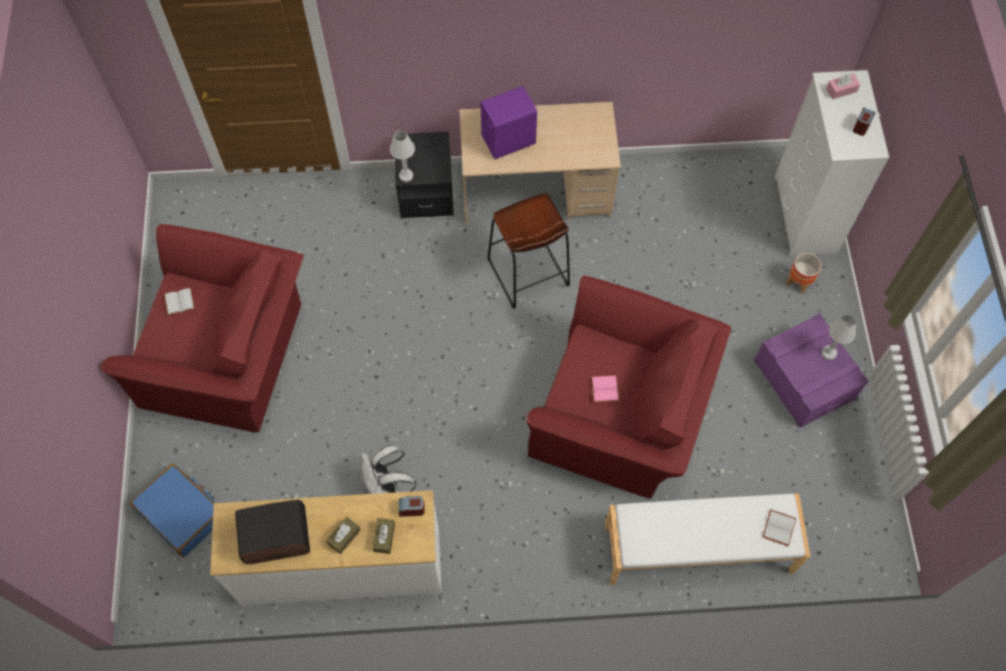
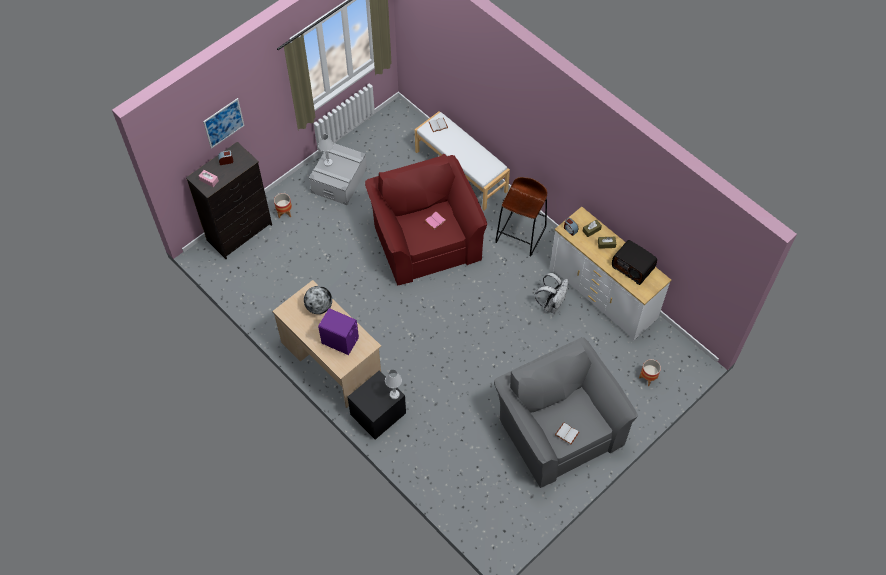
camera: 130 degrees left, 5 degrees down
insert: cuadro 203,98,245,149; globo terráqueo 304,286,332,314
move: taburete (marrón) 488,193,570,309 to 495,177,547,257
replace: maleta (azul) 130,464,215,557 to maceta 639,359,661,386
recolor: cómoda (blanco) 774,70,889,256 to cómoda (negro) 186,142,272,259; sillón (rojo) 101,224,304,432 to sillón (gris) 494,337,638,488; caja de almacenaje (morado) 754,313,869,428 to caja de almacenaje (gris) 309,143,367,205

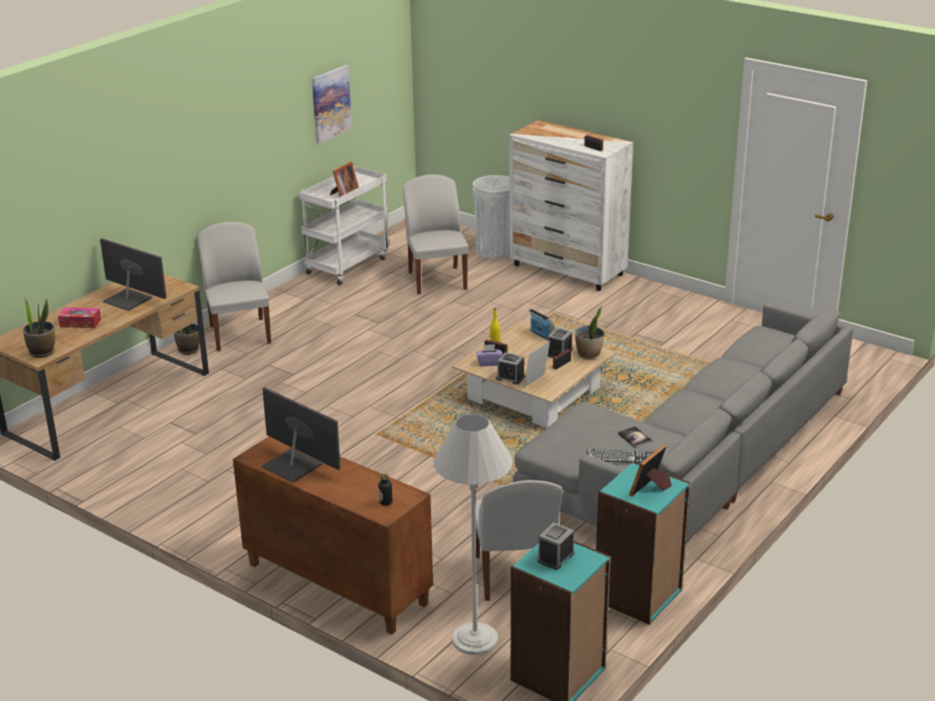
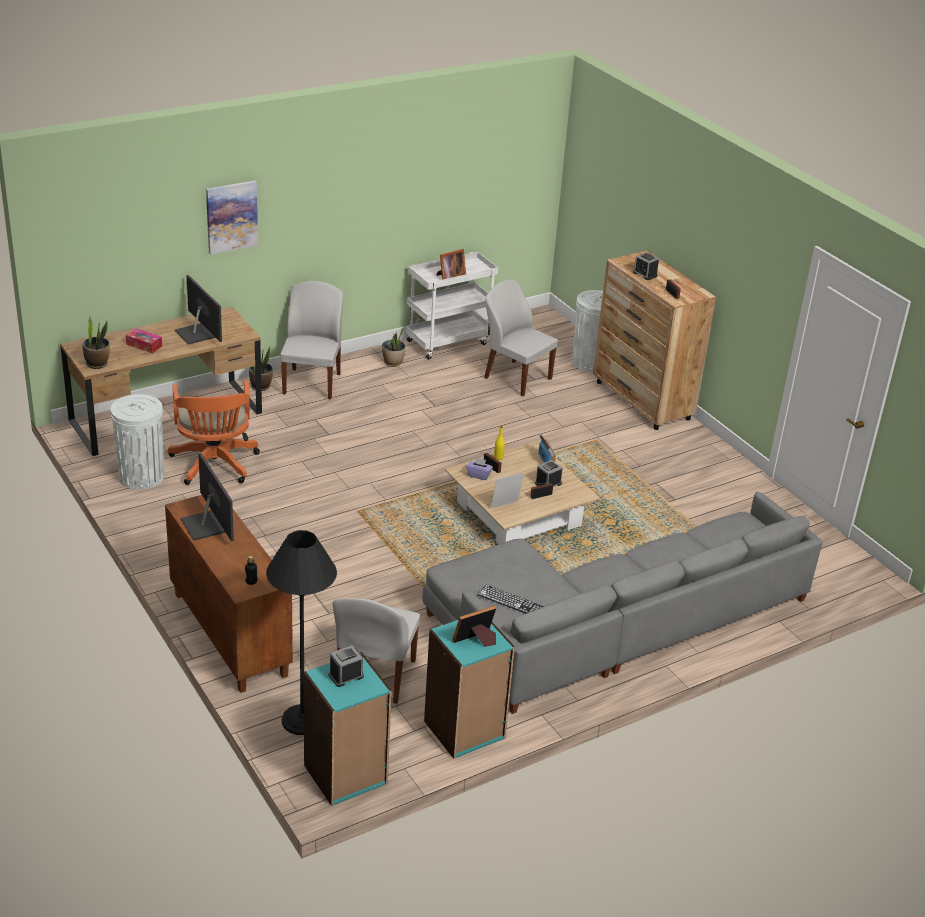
camera: 20 degrees right, 5 degrees up
delete: libro 618,426,653,448
insert: silla de oficina (naranja) 168,380,260,485; papelera (blanco) 110,394,164,490
move: cuadro 312,65,352,144 to 206,180,258,255; planta en maceta 575,306,604,360 to 382,326,405,367; despertador 496,353,525,385 to 633,252,659,280
recolor: cómoda (blanco) 509,120,633,291 to cómoda (marrón) 593,251,716,430; lámpara de pie (blanco) 434,413,512,655 to lámpara de pie (negro) 266,530,337,735
rotate: silla (blanco) 403,174,468,294 = 484,279,558,396 60 degrees counterclockwise

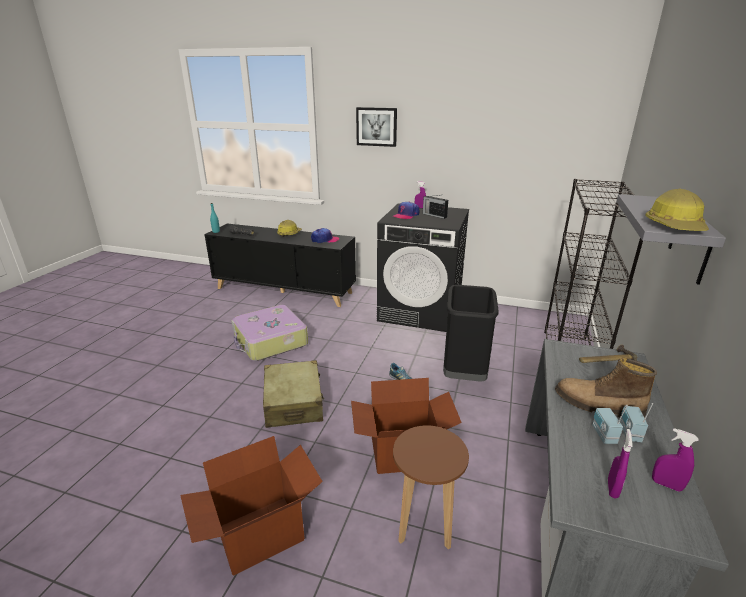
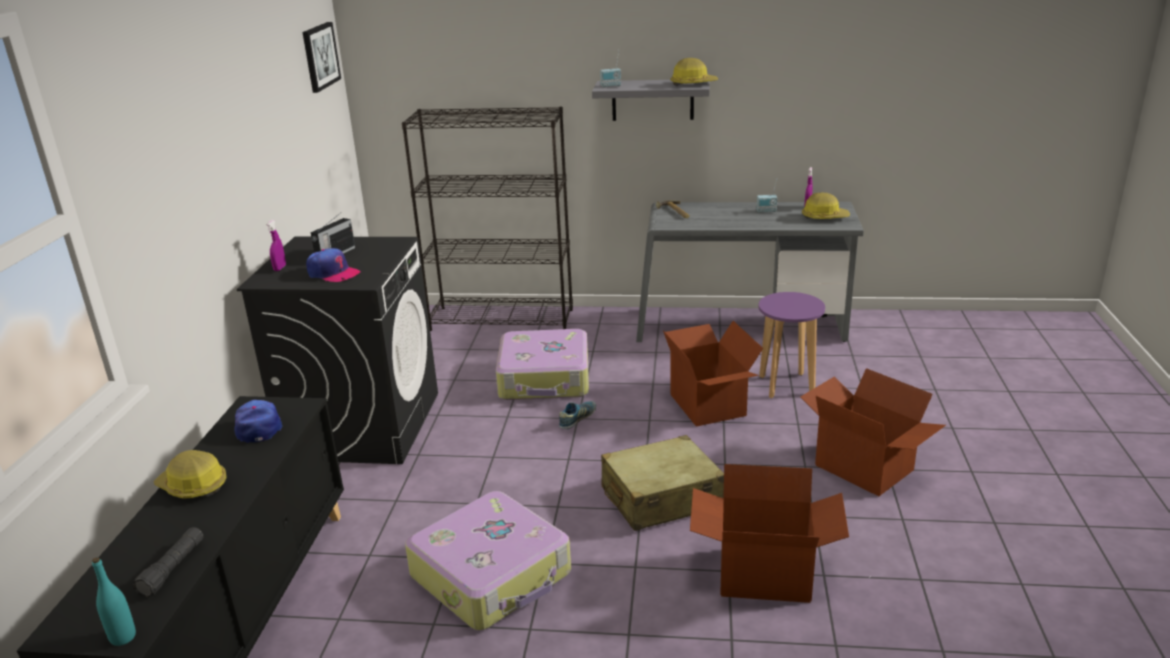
camera: 100 degrees left, 0 degrees up
delete: bota 555,358,657,417
insert: caja de cartón 690,464,849,603
move: cuadro 356,107,397,147 to 302,22,341,93; radio 592,405,628,444 to 600,50,621,87
replace: papelera (negro) 443,285,499,382 to maleta 496,329,589,400; pulverizador (morado) 608,429,632,499 to casco 802,193,850,219
recolor: taburete (marrón) 393,425,469,550 to taburete (morado) 758,292,825,398

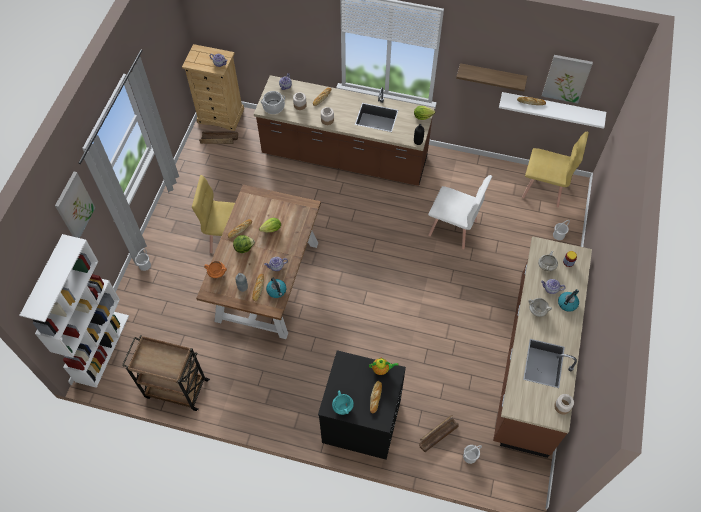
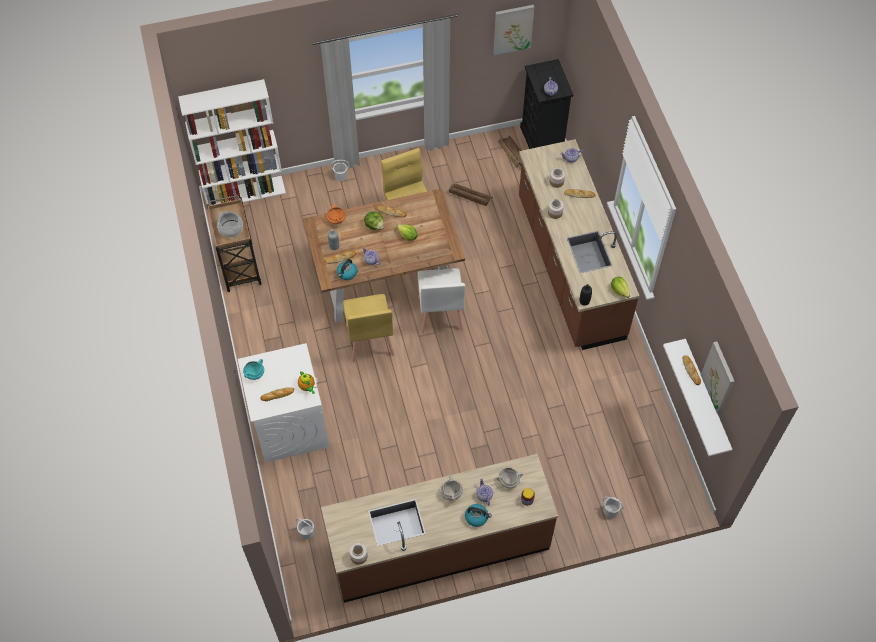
camera: 60 degrees right, 0 degrees up
delete: estante 456,63,527,91
move: olla 261,91,285,114 to 217,211,243,237; silla (amarillo) 522,132,589,208 to 343,294,395,362; cuadro 55,172,95,238 to 493,5,534,55; silla (blanco) 428,175,492,249 to 417,268,465,333; caja de embalaje 419,415,458,452 to 449,184,493,206
recolor: cómoda (beis) 182,44,244,131 to cómoda (negro) 520,59,574,149; lavadora (negro) 318,350,406,460 to lavadora (blanco) 238,343,329,463

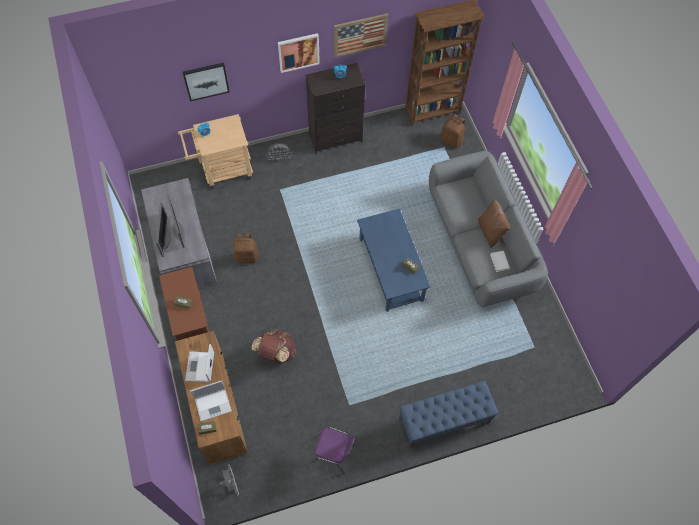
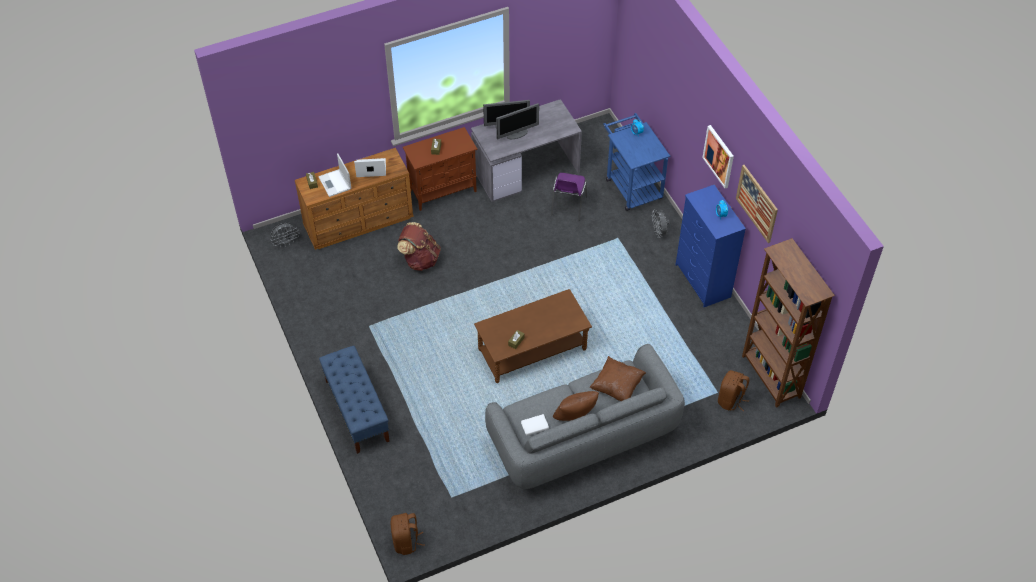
camera: 85 degrees right, 10 degrees down
delete: cuadro 182,62,230,102
insert: cojín (marrón) 590,356,646,401
move: mochila (marrón) 233,233,259,263 to 391,513,425,555; silla (morado) 311,427,355,474 to 551,173,587,221
recolor: cómoda (negro) 305,63,366,153 to cómoda (azul) 676,185,746,307; carrito (beis) 178,114,253,189 to carrito (azul) 604,113,670,211; mesa de centro (azul) 357,209,431,312 to mesa de centro (marrón) 474,289,592,383

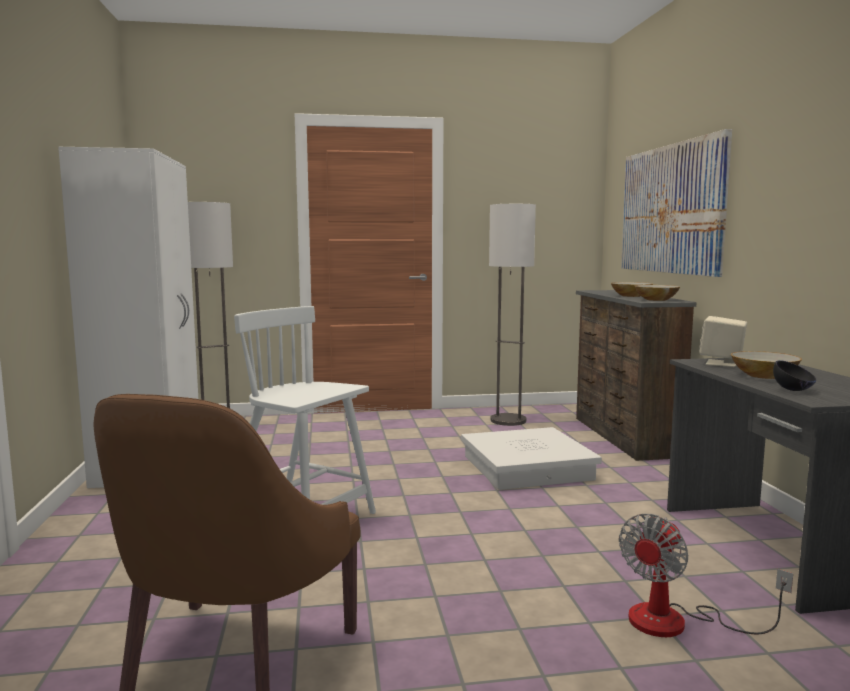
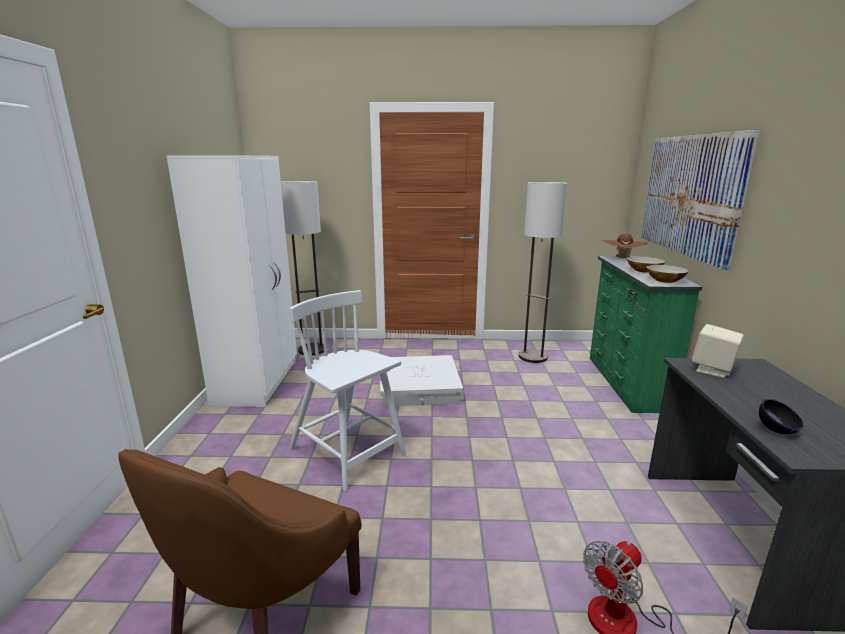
camera: 10 degrees right, 10 degrees up
delete: cuenco 731,351,802,379
insert: sombrero (marrón) 602,233,648,260
move: caja de almacenaje (blanco) 461,427,602,490 to 380,355,463,406
recolor: cómoda (marrón) 576,290,697,461 to cómoda (verde) 590,256,702,413

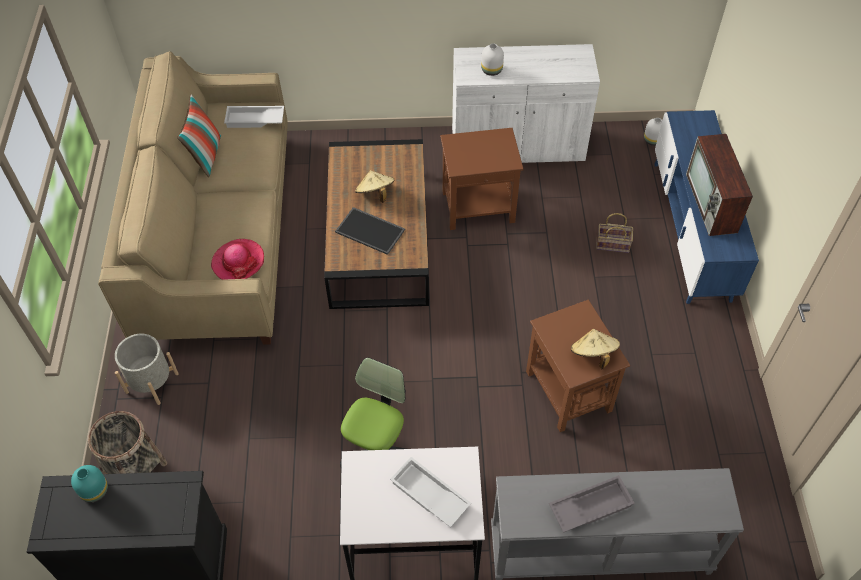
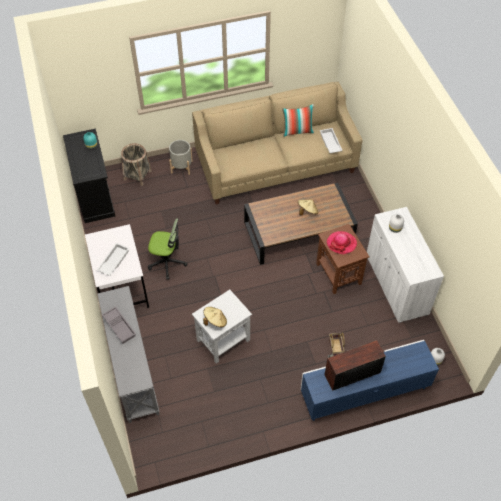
camera: 75 degrees right, 0 degrees up
delete: bandeja 335,207,405,255
move: sombrero 211,239,264,280 to 327,231,357,254
recolor: mesa auxiliar (marrón) 526,300,630,432 to mesa auxiliar (blanco) 192,290,252,363

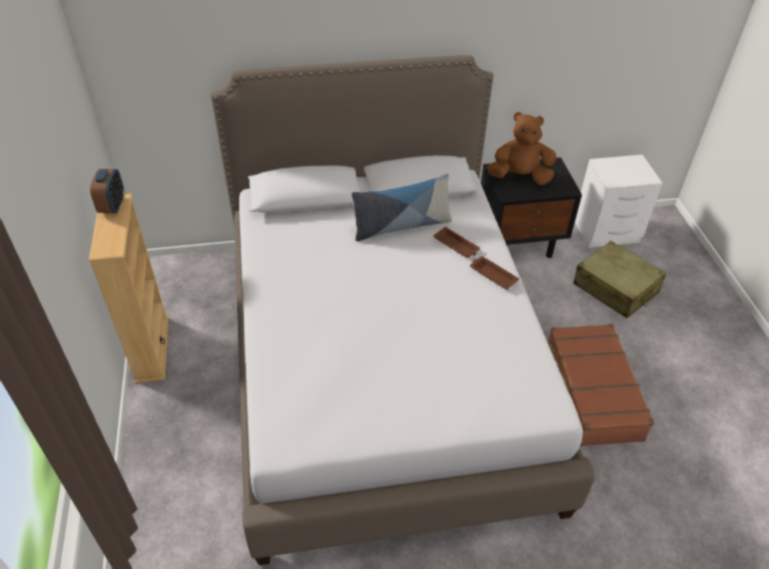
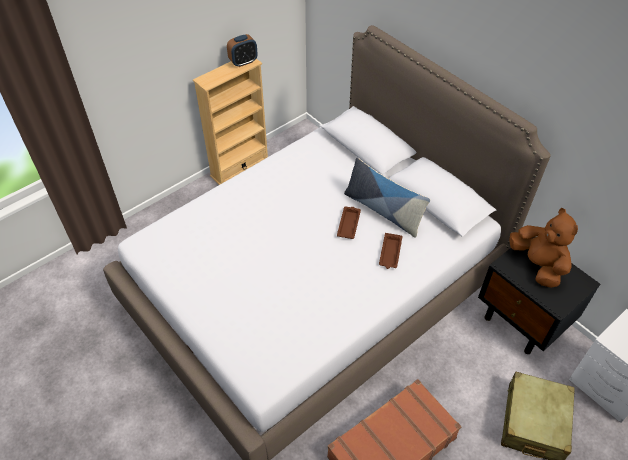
camera: 60 degrees right, 5 degrees up
move: bandeja (marrón) 470,256,519,289 to 337,206,361,239

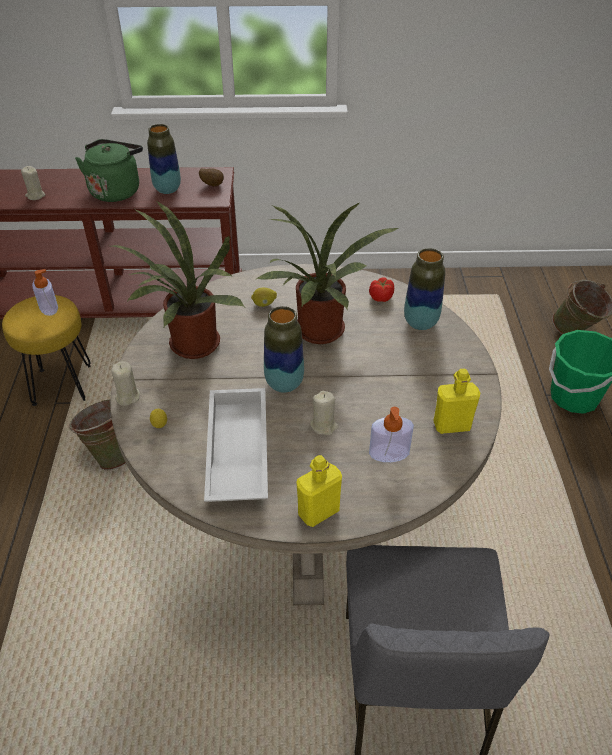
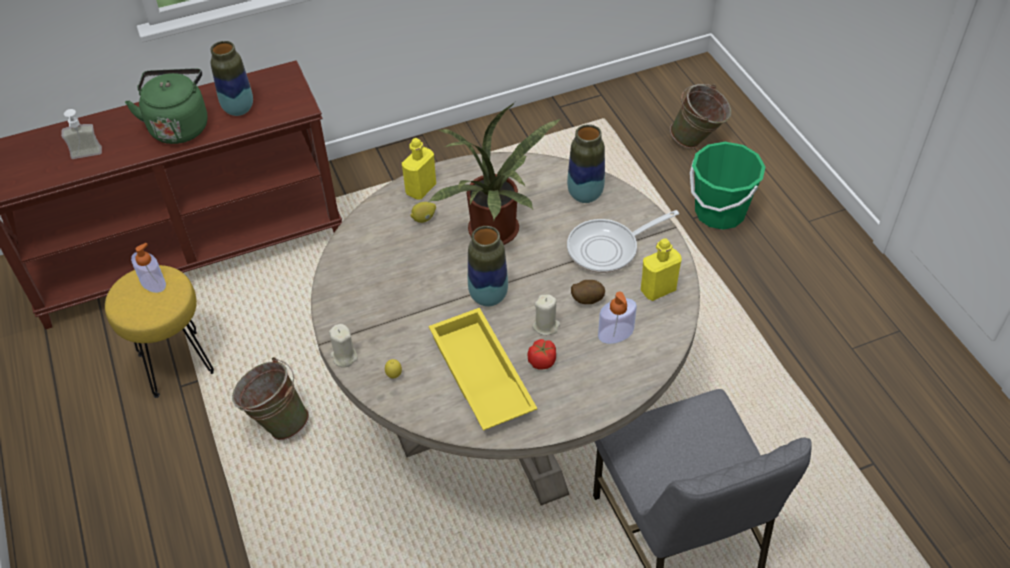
camera: 20 degrees left, 5 degrees up
delete: planta en maceta 112,201,244,359
insert: sartén 567,210,679,273
move: patata 199,168,224,186 to 571,280,605,304; tomate 369,277,394,302 to 528,339,556,369; botella (amarillo) 296,455,342,527 to 402,138,436,200
replace: vela (beis) 21,166,45,200 to dispensador de jabón 61,109,102,159
recolor: bandeja (blanco) 204,388,268,502 to bandeja (amarillo) 429,308,537,431

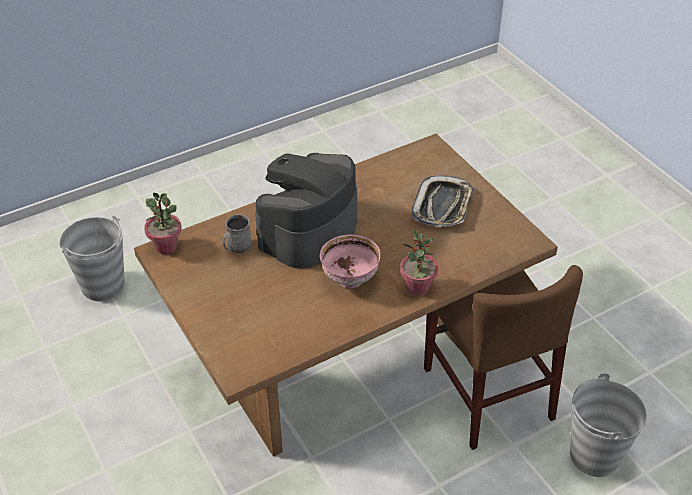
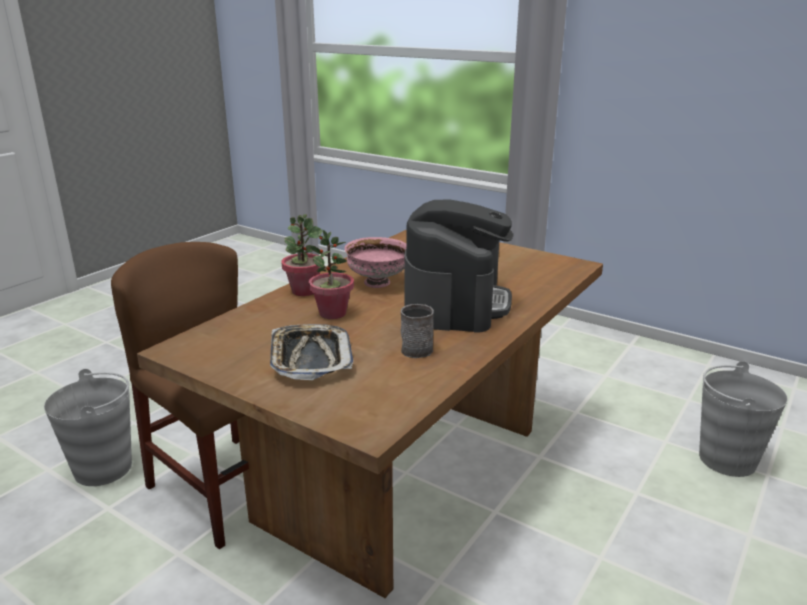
camera: 155 degrees right, 20 degrees down
move: planta en maceta 144,193,182,254 to 309,230,354,319; taza grande (gris) 222,215,252,254 to 401,304,434,358

